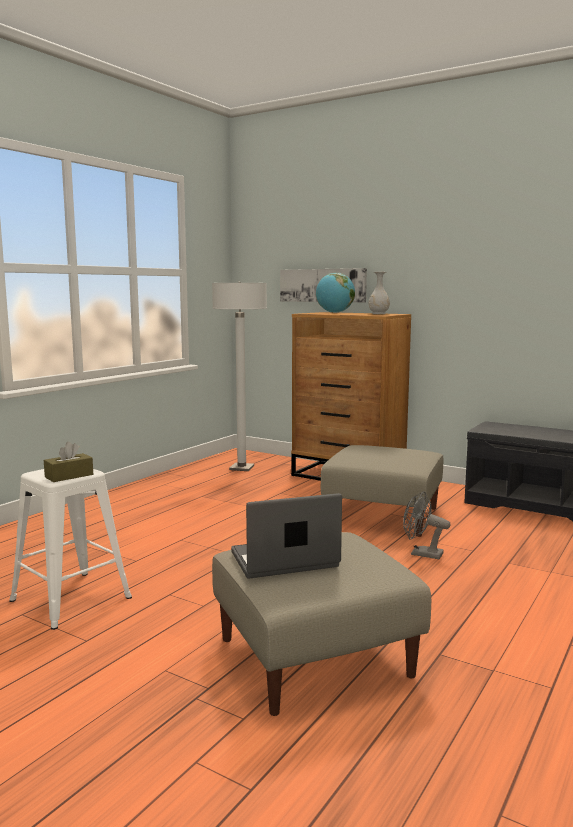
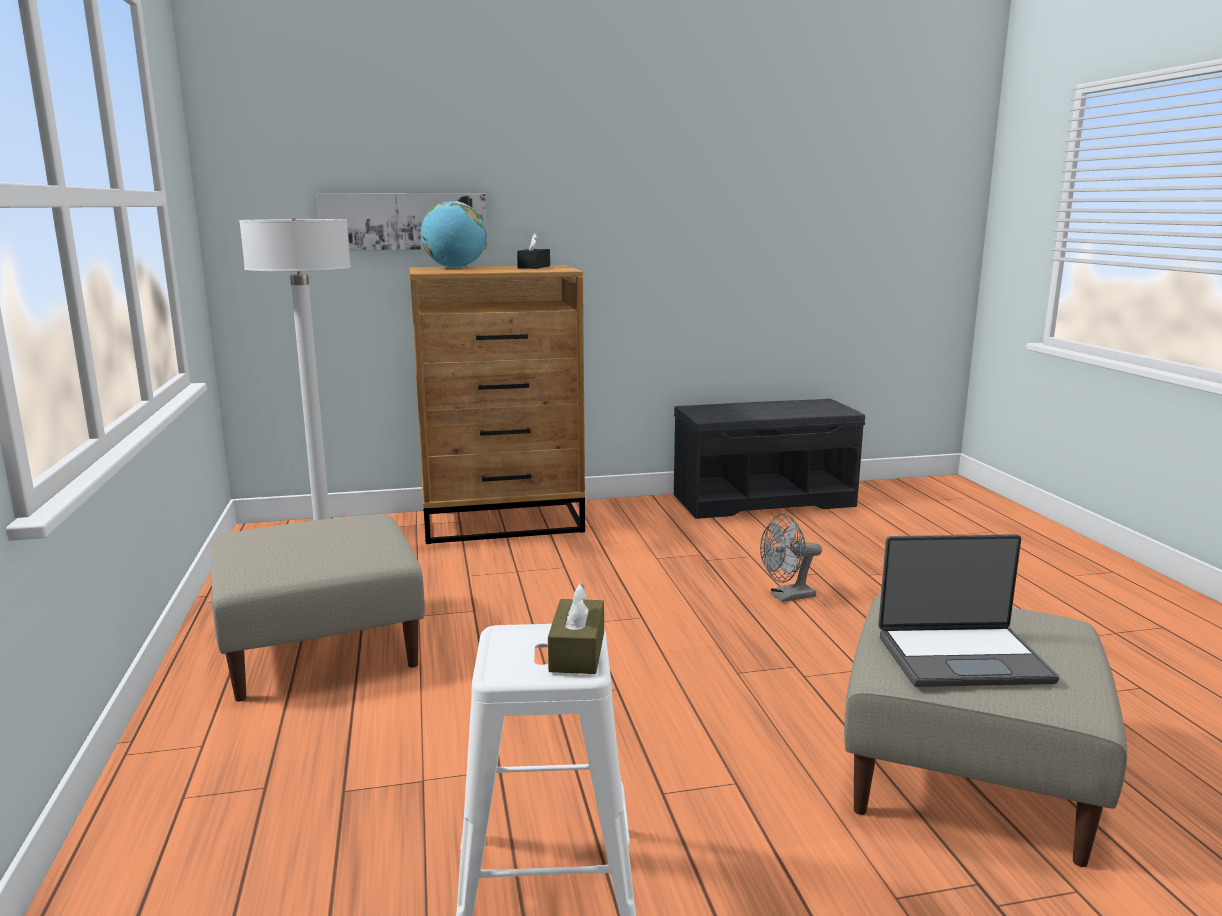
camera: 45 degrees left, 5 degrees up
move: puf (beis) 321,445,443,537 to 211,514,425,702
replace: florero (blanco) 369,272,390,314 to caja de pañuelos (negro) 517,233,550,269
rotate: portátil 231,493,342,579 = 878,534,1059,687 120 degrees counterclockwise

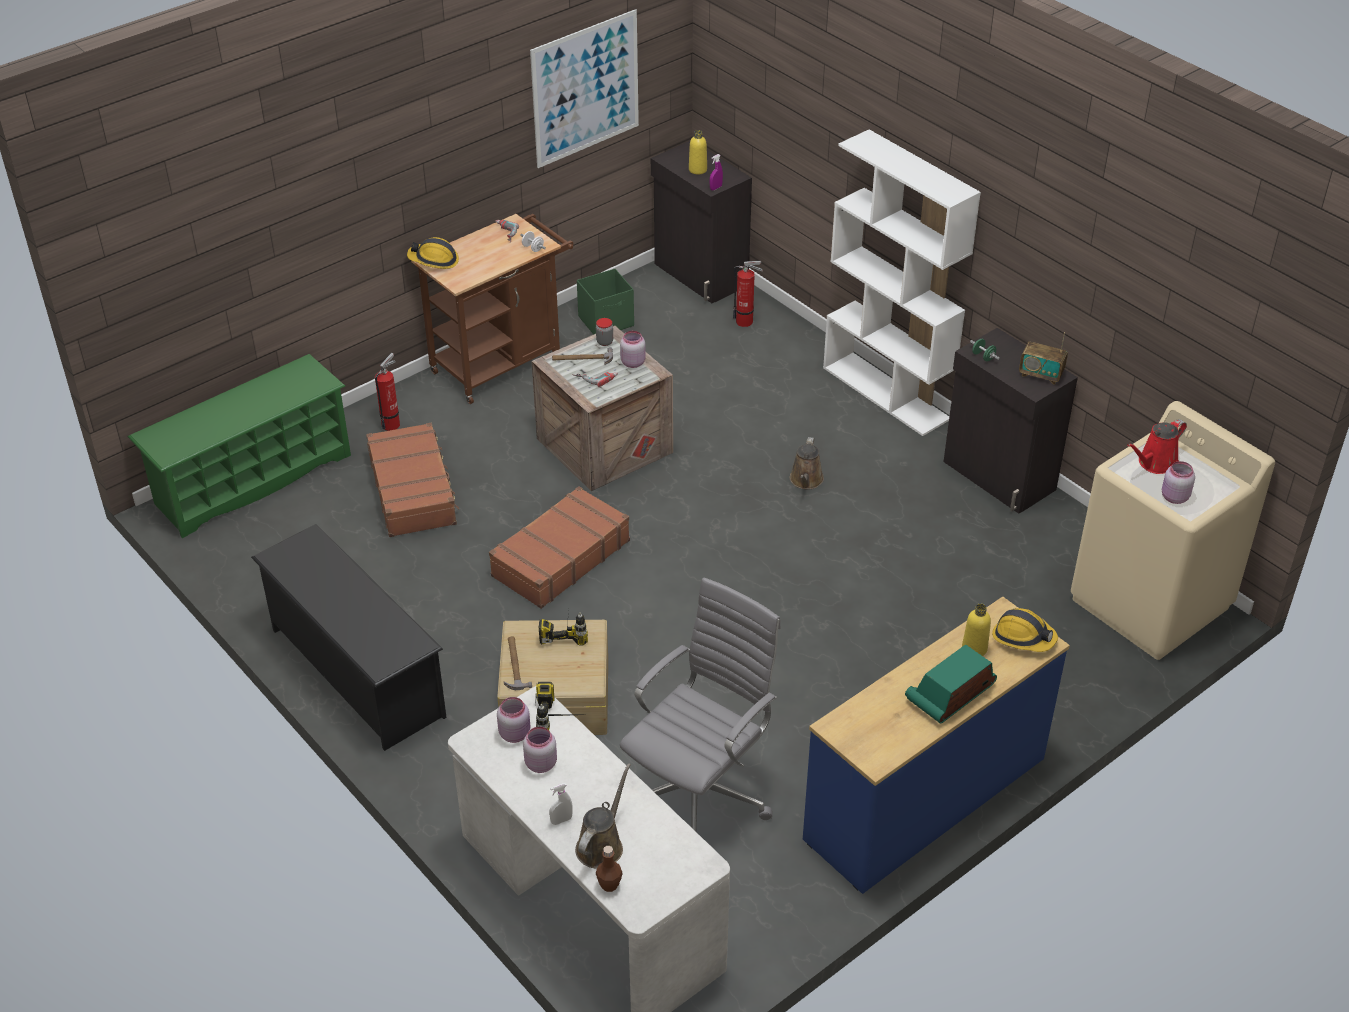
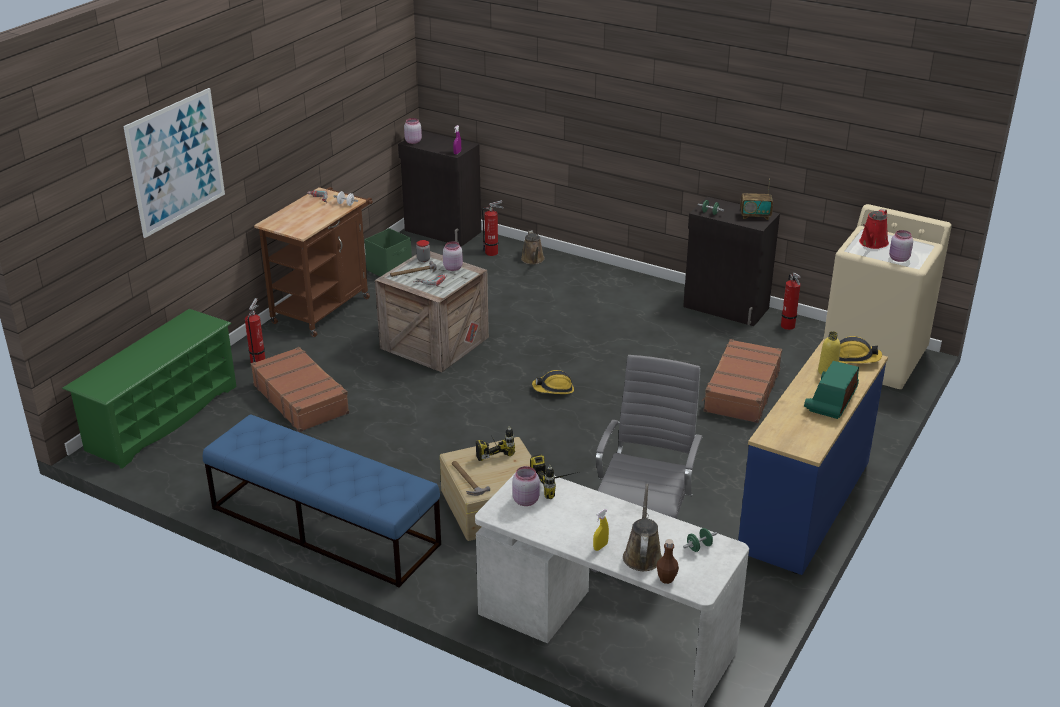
camera: 20 degrees left, 10 degrees down
delete: estantería (blanco) 823,129,981,436; botella (amarillo) 689,130,707,174
insert: extintor 781,273,801,330; mancuerna (verde) 683,528,717,552
move: cuadro 530,9,639,168 to 123,88,225,238; casco 407,237,459,269 to 532,370,574,394; regadera (marrón) 790,437,824,489 to 521,230,545,265; maleta (marrón) 489,486,630,609 to 702,339,782,423; tarro (rosa) 523,727,557,773 to 404,118,422,144
replace: zapatero (negro) 251,524,447,751 to banco (azul) 203,415,441,588
recolor: pulverizador (blanco) 549,783,573,825 to pulverizador (amarillo) 593,509,609,551

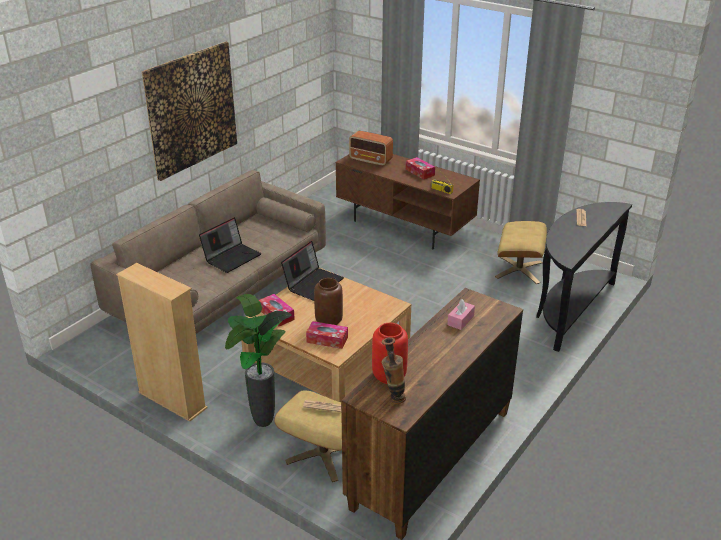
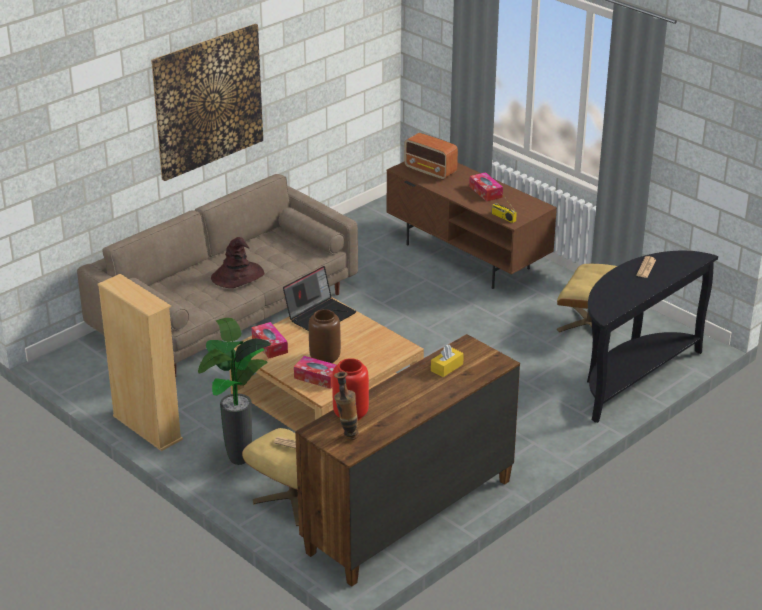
camera: 10 degrees right, 0 degrees up
replace: portátil 199,217,261,273 to sombrero (marrón) 211,237,265,288
recolor: caja de pañuelos (rosa) 447,299,475,330 to caja de pañuelos (amarillo) 431,345,464,377

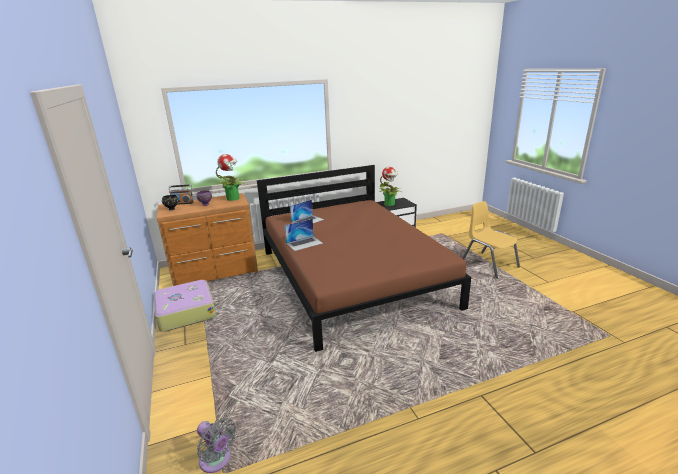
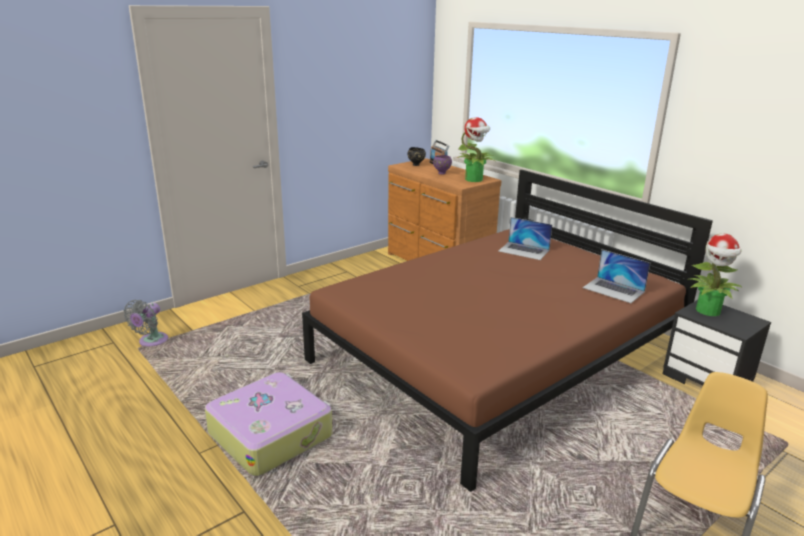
camera: 70 degrees right, 0 degrees up
move: portátil 284,219,323,251 to 582,249,650,303; maleta 154,280,216,332 to 205,372,332,476

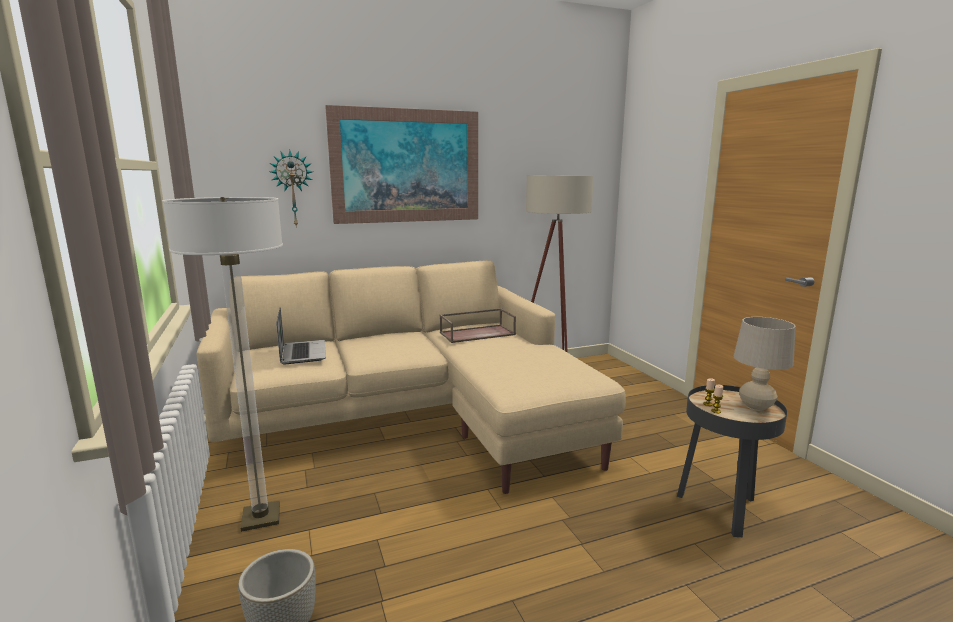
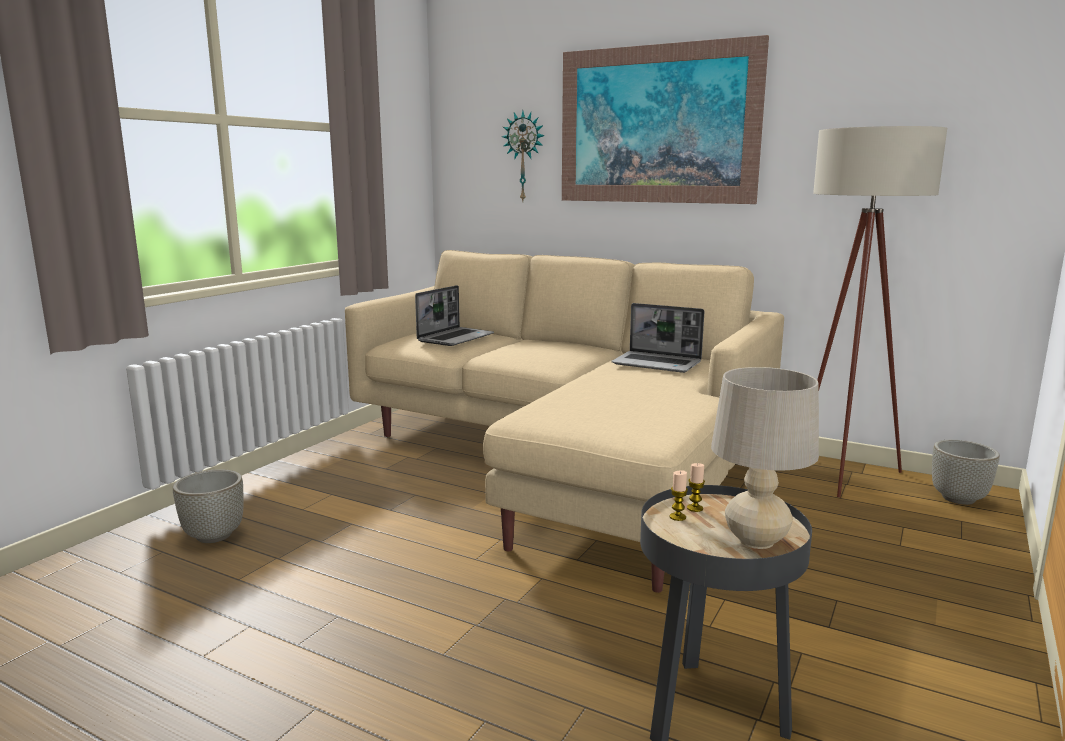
camera: 50 degrees right, 0 degrees up
delete: lámpara de pie 162,197,283,532
insert: maceta (gris) 932,440,1000,505
replace: bandeja (marrón) 440,308,516,343 to portátil 611,303,704,373

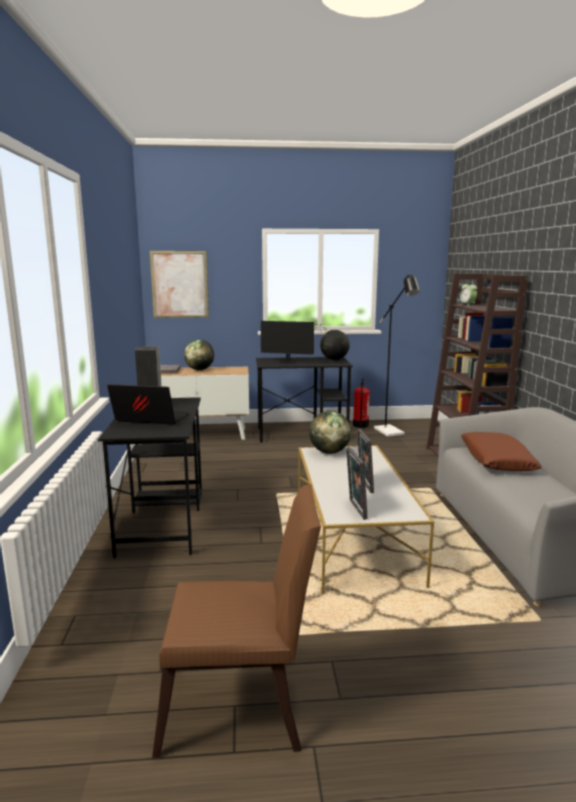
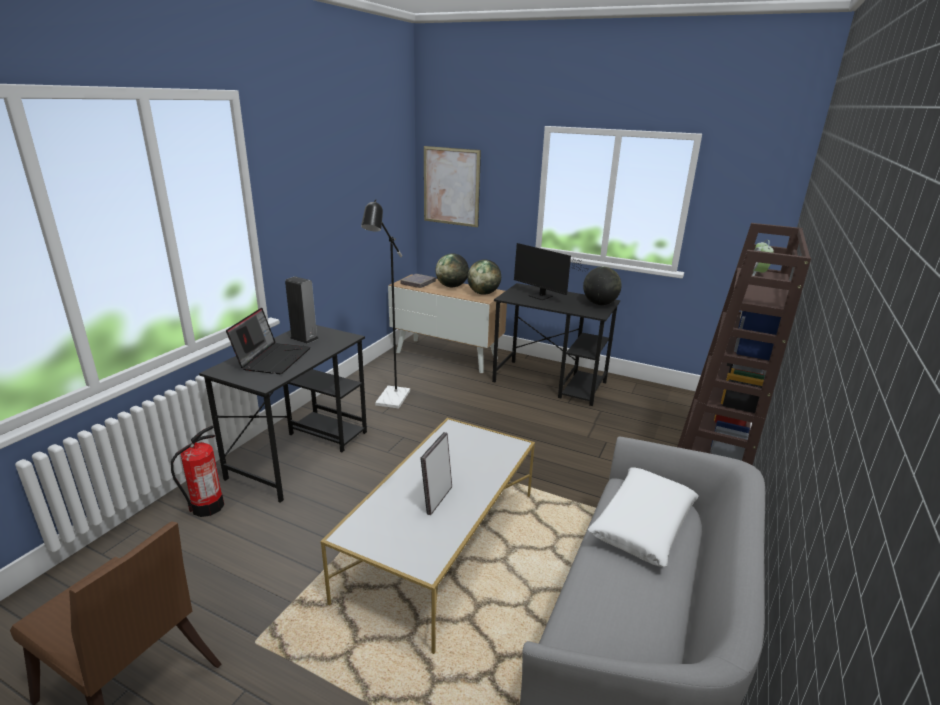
camera: 30 degrees right, 10 degrees up
delete: portarretratos 346,447,368,520
move: lámpara de pie (negro) 374,274,420,437 to 361,199,410,409; extintor 353,378,370,428 to 171,426,224,517; globo terráqueo 309,411,351,454 to 467,260,501,295
recolor: cojín (marrón) 461,432,542,471 to cojín (blanco) 588,467,699,567
rotate: portátil 107,384,189,424 = 226,308,311,374 60 degrees clockwise

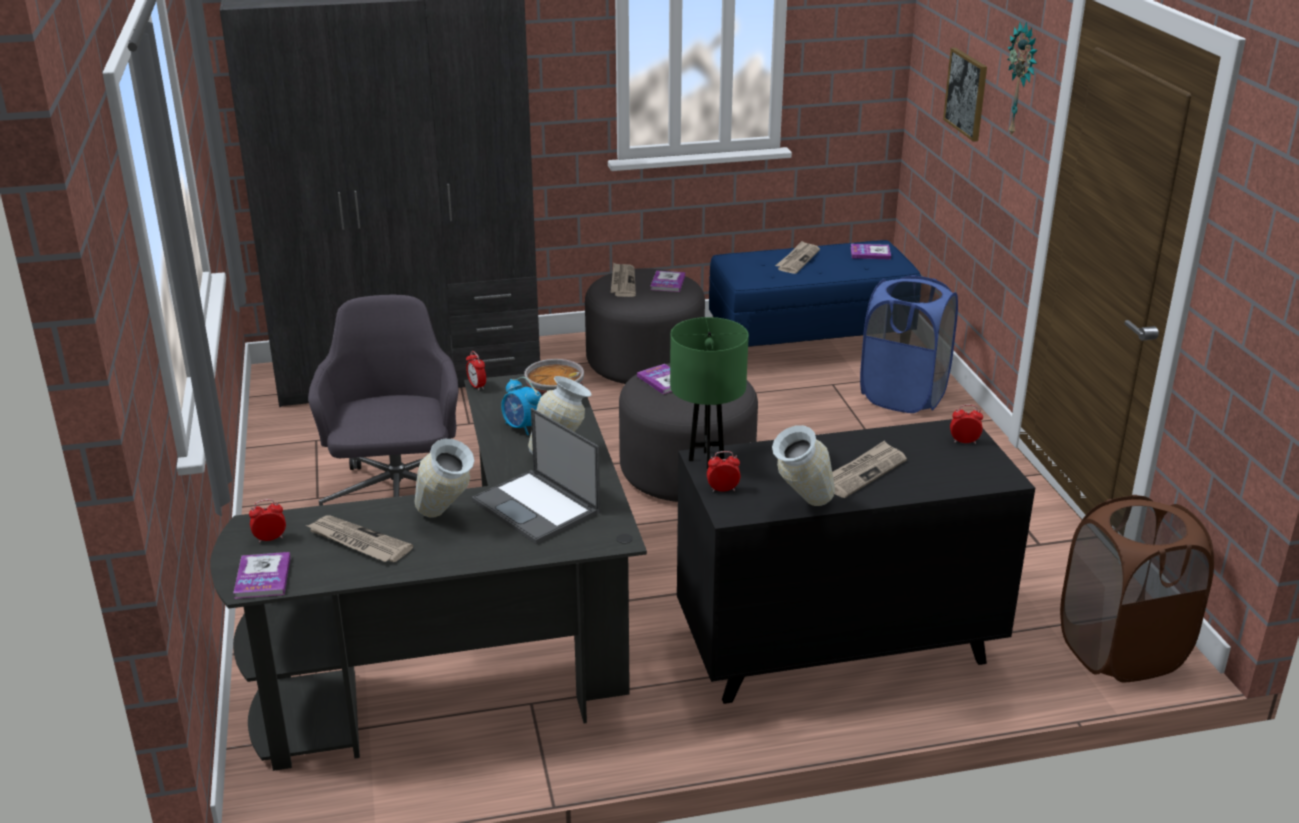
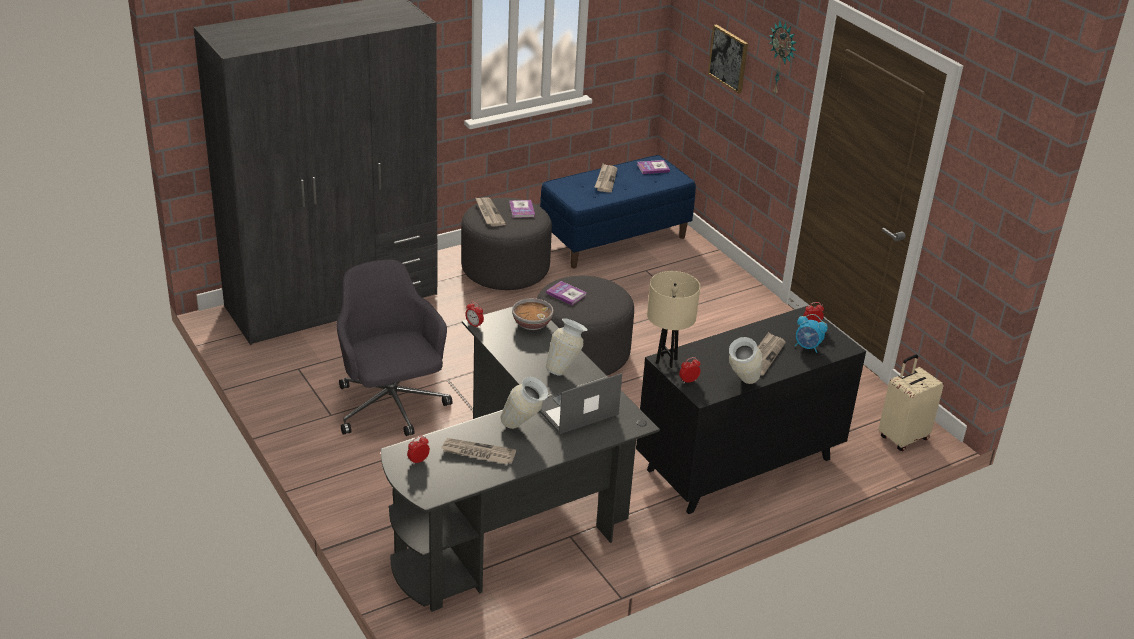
camera: 20 degrees left, 5 degrees up
delete: cesto de la ropa (azul) 860,275,958,413; libro 233,552,291,599
move: despertador 501,377,542,435 to 795,314,828,353
replace: cesto de la ropa (marrón) 1060,495,1214,682 to maleta (beis) 878,354,944,451
recolor: lámpara de mesa (verde) 670,317,749,469 to lámpara de mesa (beis) 647,271,700,368
rotate: portátil 472,408,600,544 = 539,373,622,434 120 degrees clockwise

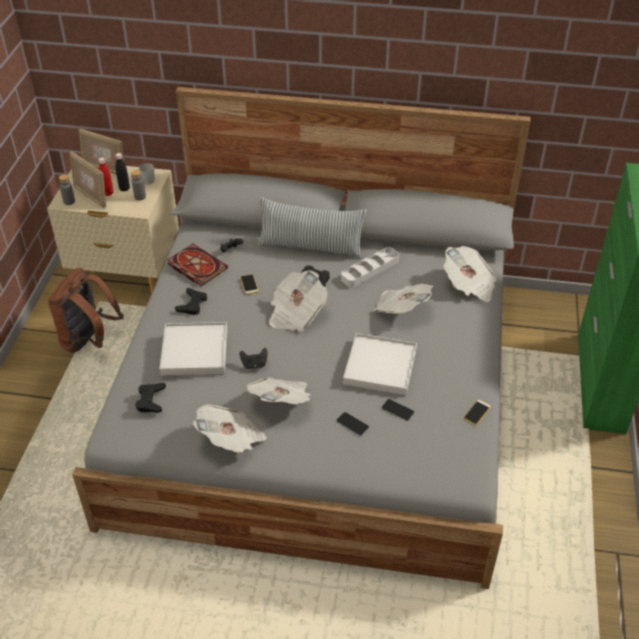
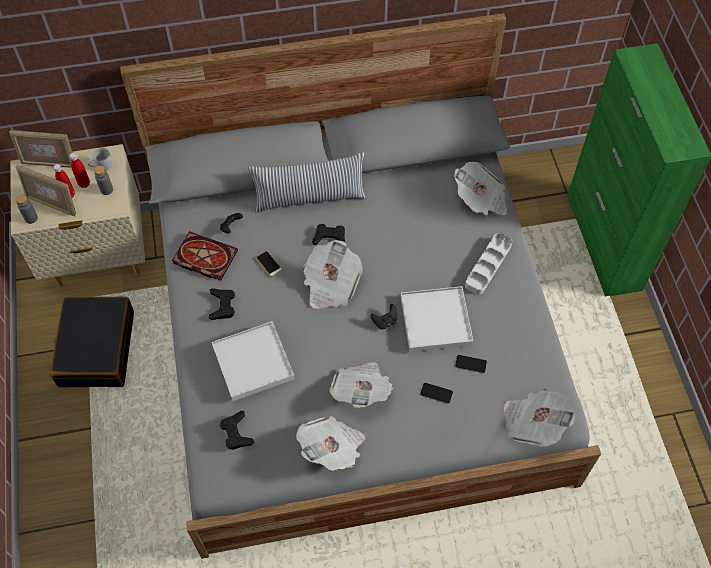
camera: 20 degrees left, 15 degrees up
delete: móvil 464,400,491,425
move: bandeja (gris) 341,247,399,287 to 465,233,512,295; periódico 373,283,433,314 to 504,389,575,447; mando de consola (negro) 240,348,268,369 to 371,304,397,329
replace: mochila (marrón) 48,268,124,353 to maleta (negro) 50,296,134,388
recolor: botella (negro) 115,153,130,192 to botella (rojo) 69,153,90,188

